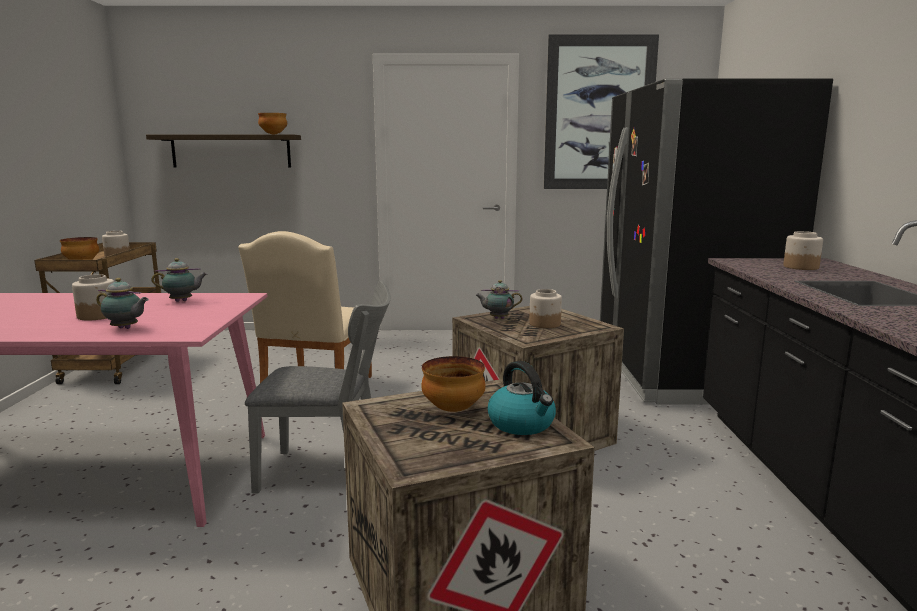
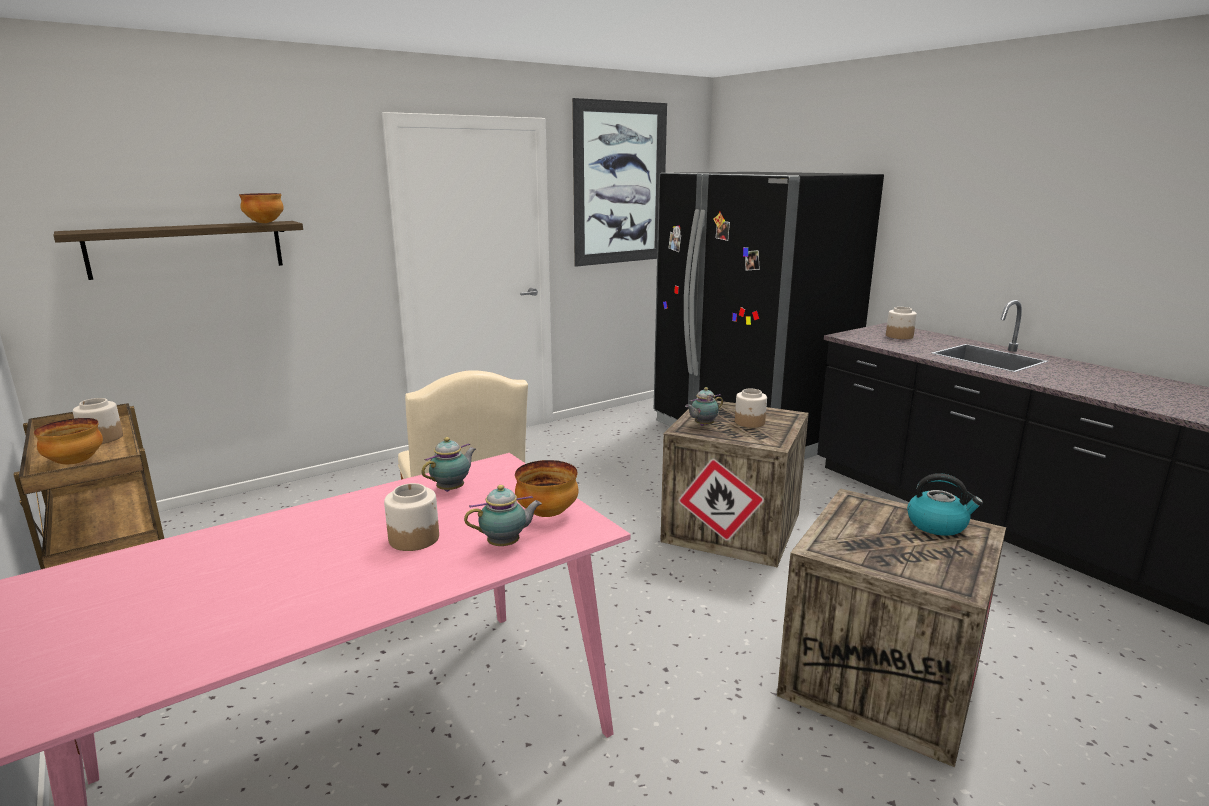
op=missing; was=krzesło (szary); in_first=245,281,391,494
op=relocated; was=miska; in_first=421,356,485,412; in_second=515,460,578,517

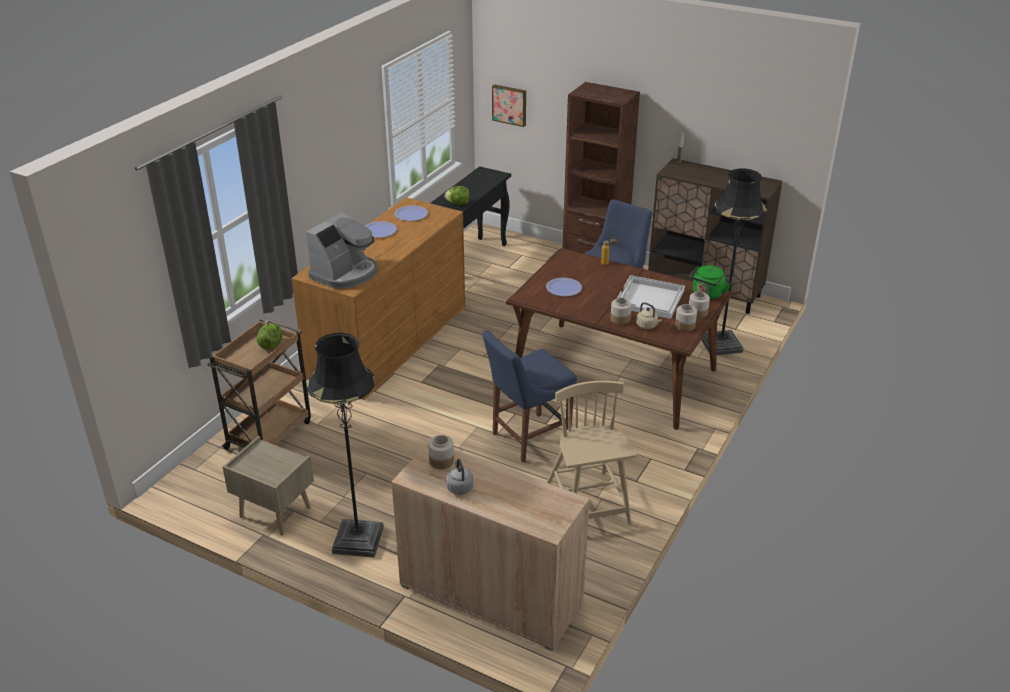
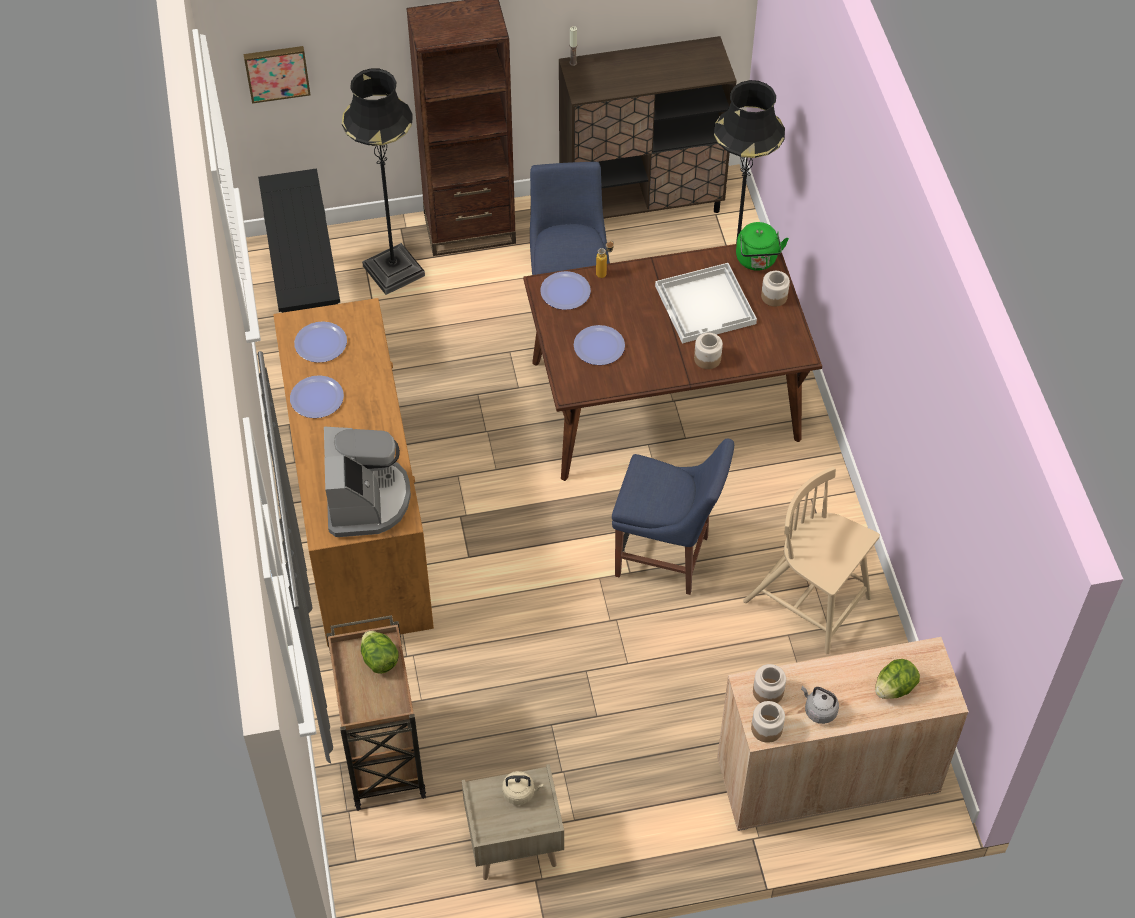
op=appeared; now=talerz; in_second=540,271,591,310
op=relocated; was=lampa stojąca (czarny); in_first=307,333,384,558; in_second=342,69,425,295
op=relocated; was=sałata; in_first=444,186,470,205; in_second=875,659,920,699
op=relocated; was=czajnik (beżowy); in_first=636,302,662,329; in_second=502,771,544,805
op=relocated; was=słoik; in_first=675,304,697,331; in_second=751,701,785,743
op=spun; was=krzesło (niebieski); in_first=482,330,577,462; in_second=612,438,734,595; clockwise=-90

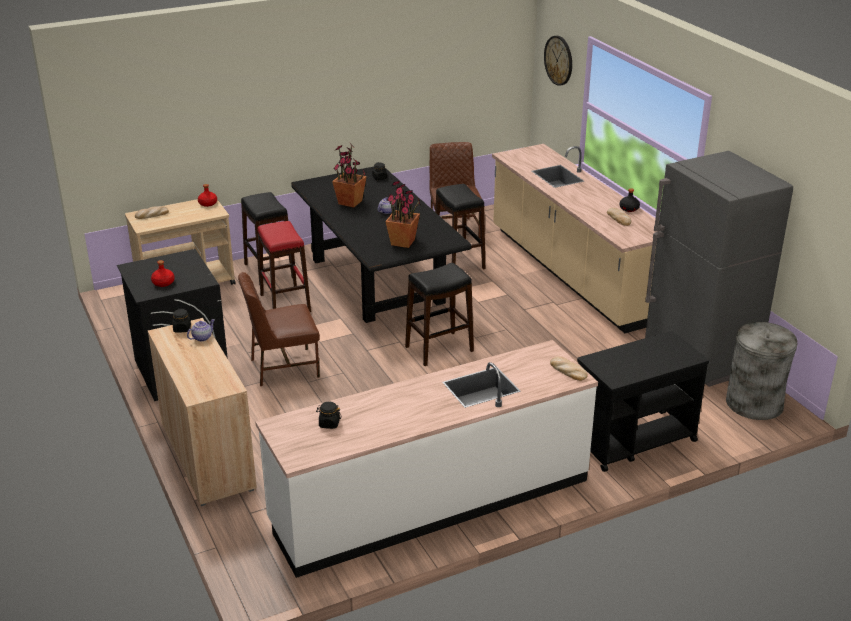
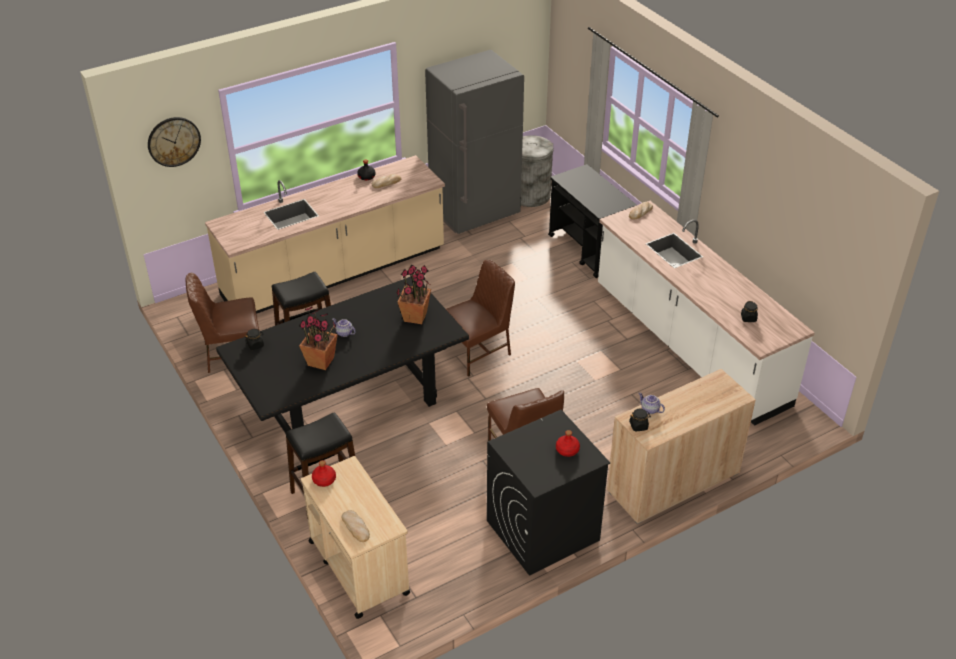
op=missing; was=stołek (czerwony); in_first=257,221,311,312
op=exchanged; was=stołek (czarny); now=krzesło (brązowy); in_first=405,263,474,366; in_second=446,260,515,377

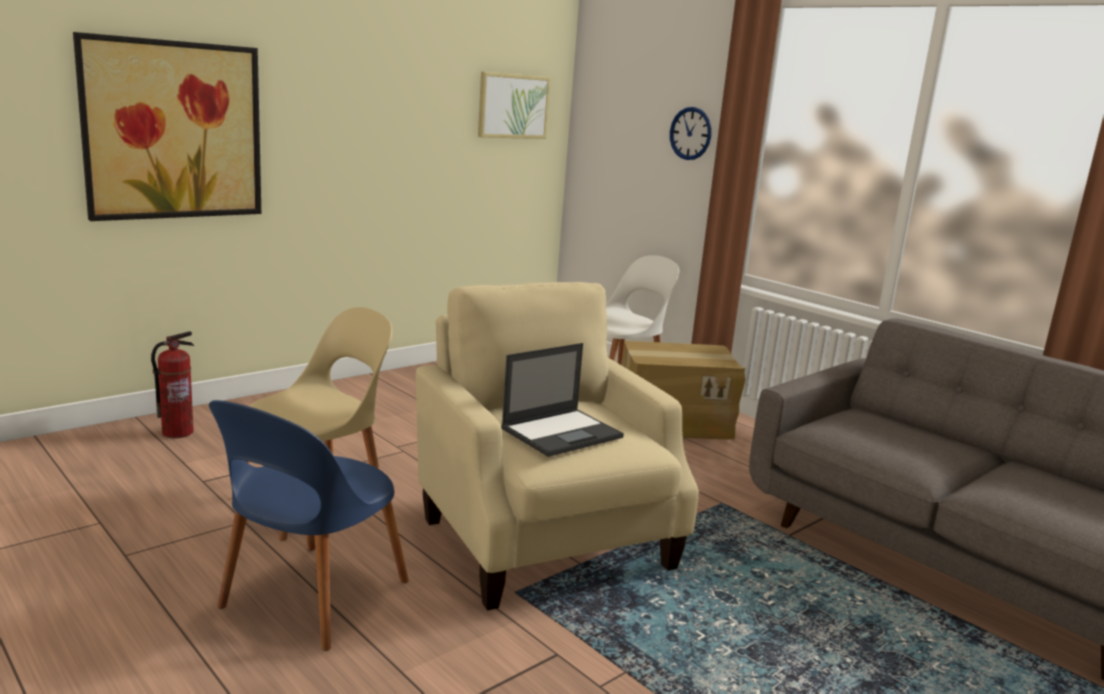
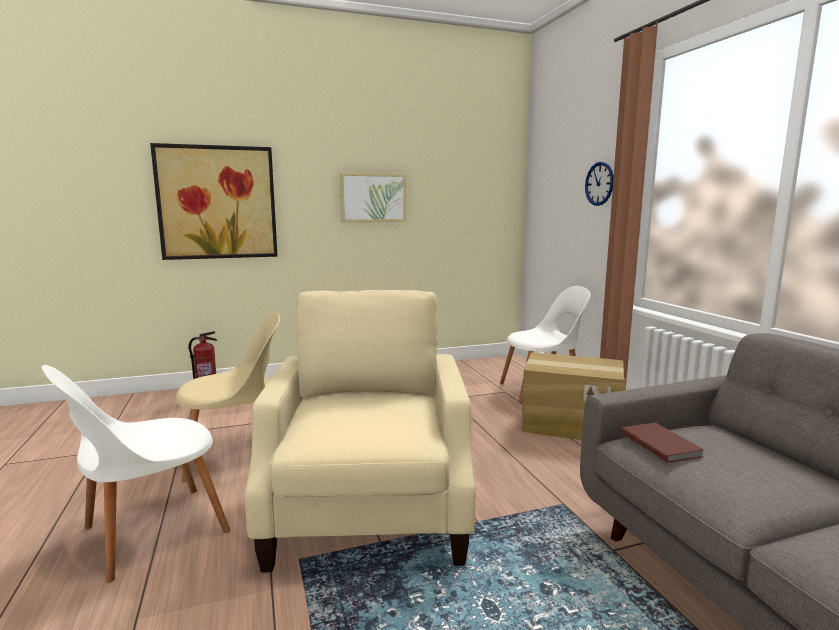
op=missing; was=laptop; in_first=501,343,624,457
op=appeared; now=książka (brązowy); in_second=621,423,704,463
op=relocated; was=obraz; in_first=478,72,550,139; in_second=340,173,406,222
op=colour; was=krzesło (niebieski); now=krzesło (biały); in_first=209,400,409,651; in_second=42,365,230,583

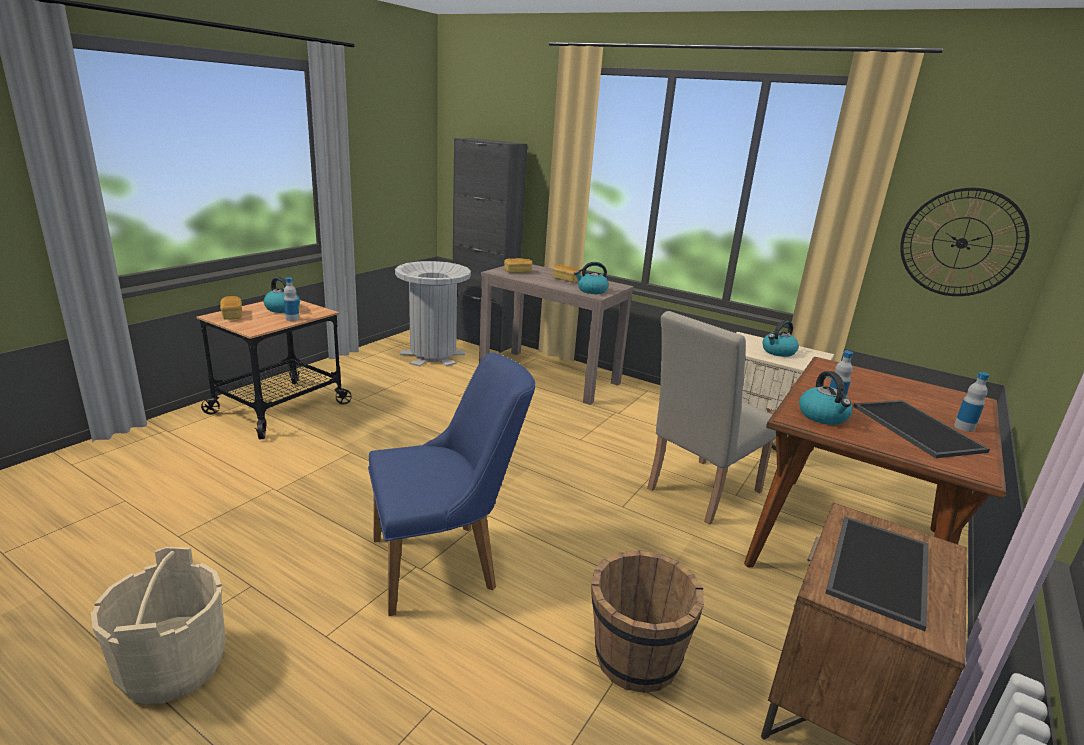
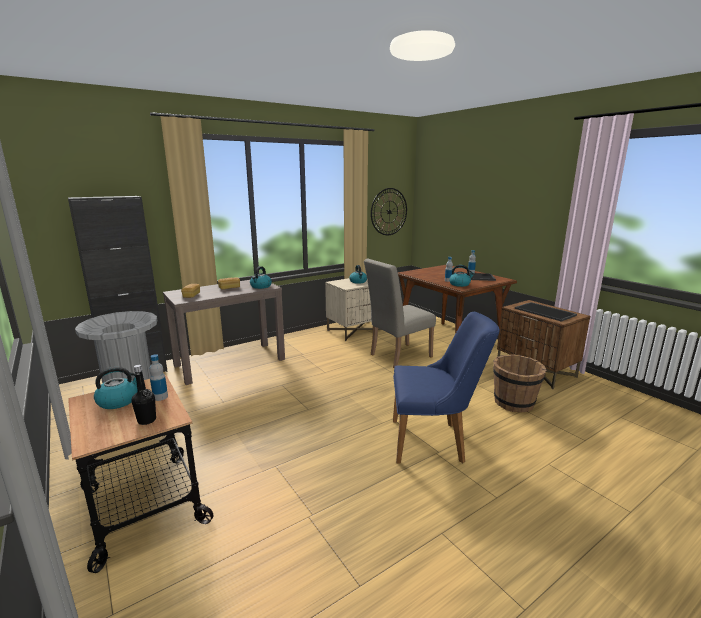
op=missing; was=wiadro (beżowy); in_first=91,547,226,704
op=missing; was=chleb; in_first=220,296,242,320
op=appeared; now=butelka (czarny); in_second=132,365,156,425
op=spun; was=krzesło (niebieski); in_first=368,352,535,616; in_second=393,312,500,464; clockwise=90
op=spun; was=krzesło (beżowy); in_first=647,311,776,525; in_second=364,259,436,368; clockwise=75

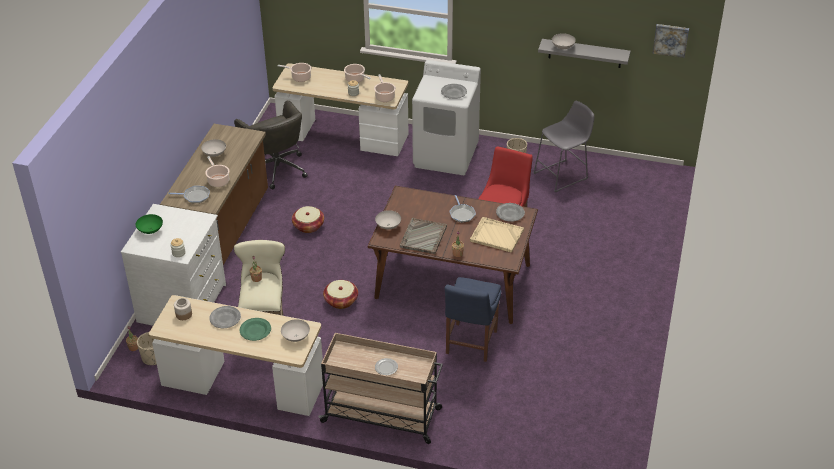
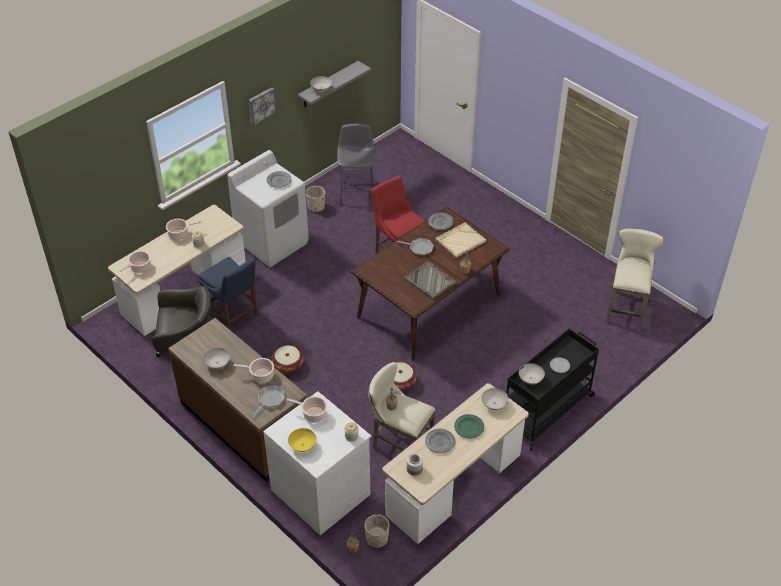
op=appeared; now=stołek (beżowy); in_second=606,229,664,329
op=relocated; was=garnek; in_first=374,74,396,102; in_second=286,396,327,423
op=relocated; was=miska (biały); in_first=375,210,401,230; in_second=519,363,545,384
op=relocated; was=krzesło (niebieski); in_first=445,277,502,362; in_second=198,257,259,331
op=relocated; was=obraz; in_first=653,24,689,58; in_second=249,87,276,126
op=colour; was=miska (zielony); now=miska (żółty); in_first=136,214,163,234; in_second=288,428,317,452
op=colour; was=wózek (beżowy); now=wózek (czarny); in_first=318,333,443,444; in_second=506,329,599,451

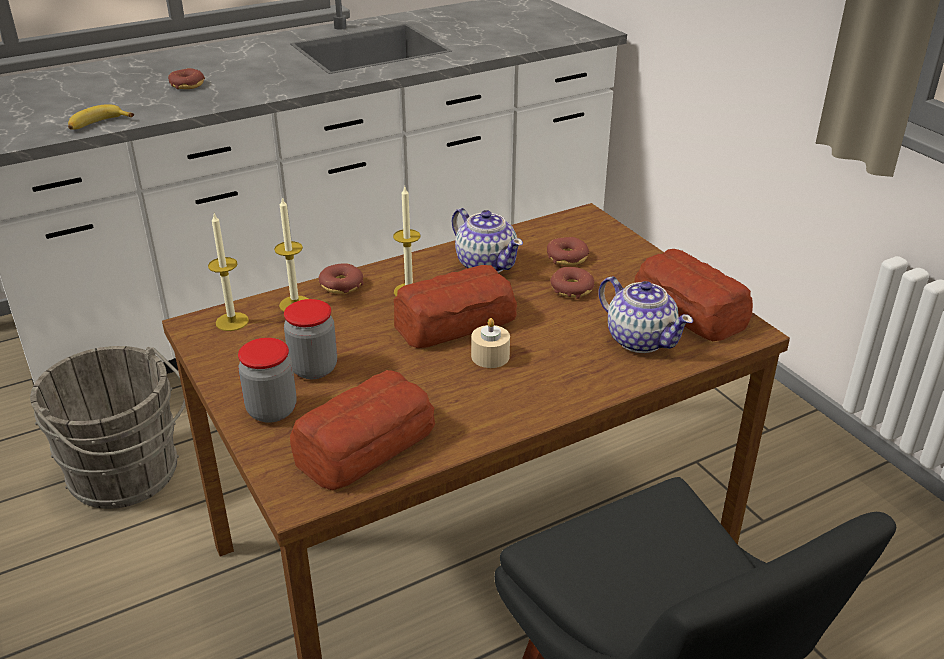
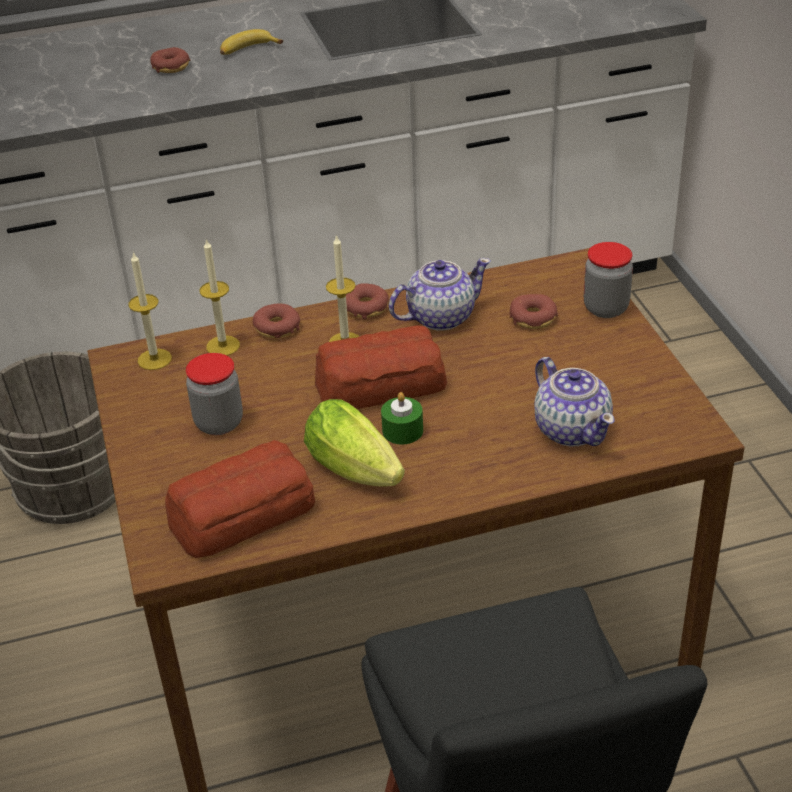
op=missing; was=chleb; in_first=634,249,753,341
op=appeared; now=sałata; in_second=304,399,405,487
op=relocated; was=banan; in_first=68,104,134,130; in_second=220,29,283,55
op=relocated; was=słoik; in_first=238,338,296,423; in_second=584,242,633,318
op=relocated; was=donut; in_first=551,267,594,299; in_second=346,283,389,320
op=colour; was=świeca (beżowy); now=świeca (zielony); in_first=471,318,510,368; in_second=381,392,423,445
op=spun; was=imbryk; in_first=452,208,523,273; in_second=389,258,491,330; clockwise=-90

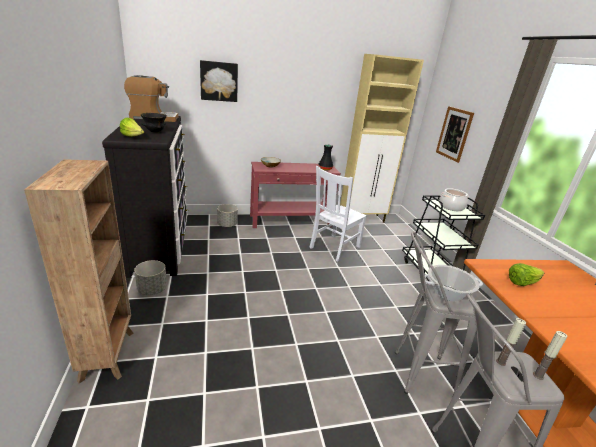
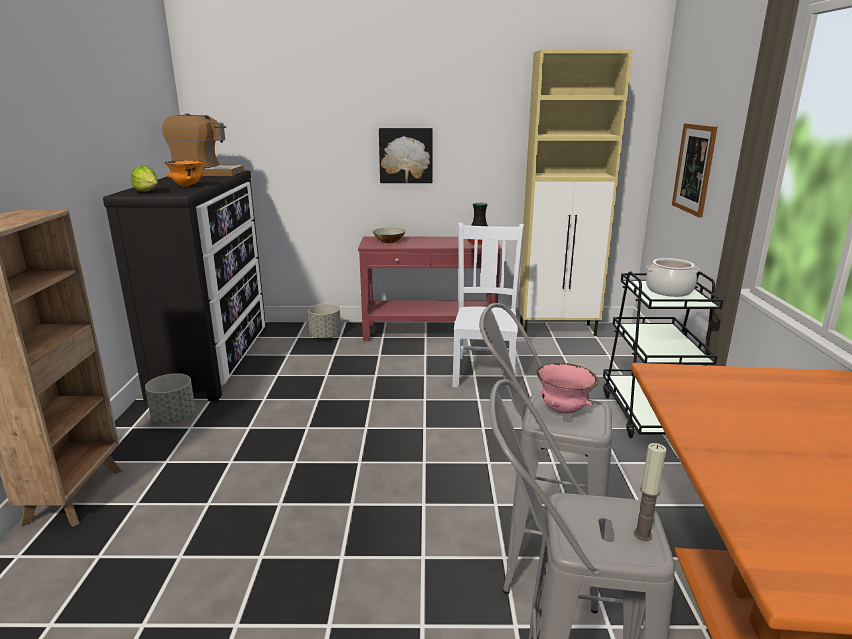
op=missing; was=świeca; in_first=496,318,526,366
op=missing; was=sałata; in_first=509,263,544,286
op=relocated; was=obraz; in_first=200,60,238,102; in_second=379,128,433,183
op=exchanged; was=garnek; now=miska (różowy); in_first=425,265,483,301; in_second=537,363,599,414
op=colour; was=miska (czarny); now=miska (pomarańczowy); in_first=140,113,167,132; in_second=165,160,203,187
op=spun; was=krzesło (biały); in_first=309,166,367,262; in_second=452,223,524,388; clockwise=135

